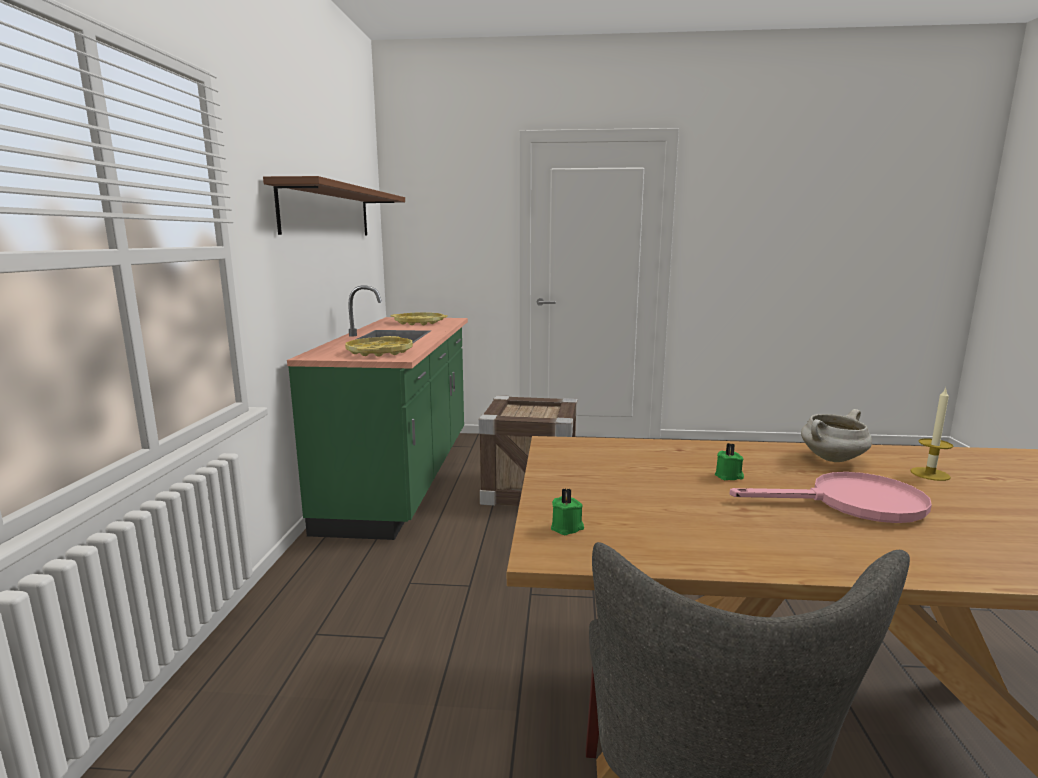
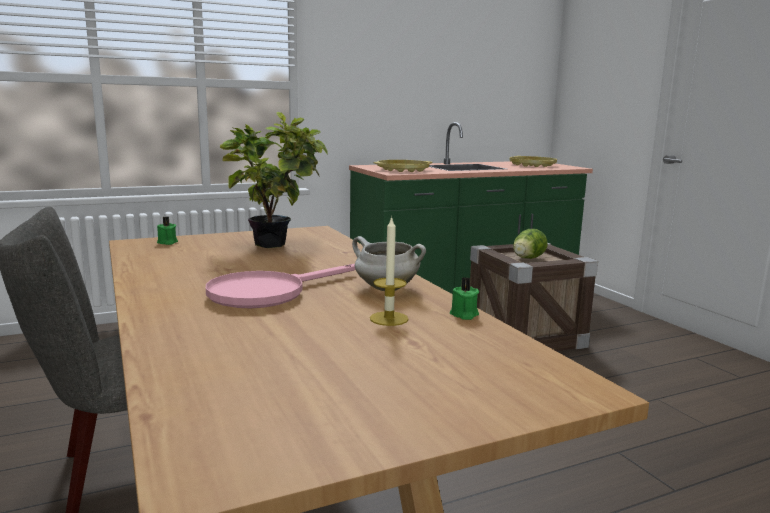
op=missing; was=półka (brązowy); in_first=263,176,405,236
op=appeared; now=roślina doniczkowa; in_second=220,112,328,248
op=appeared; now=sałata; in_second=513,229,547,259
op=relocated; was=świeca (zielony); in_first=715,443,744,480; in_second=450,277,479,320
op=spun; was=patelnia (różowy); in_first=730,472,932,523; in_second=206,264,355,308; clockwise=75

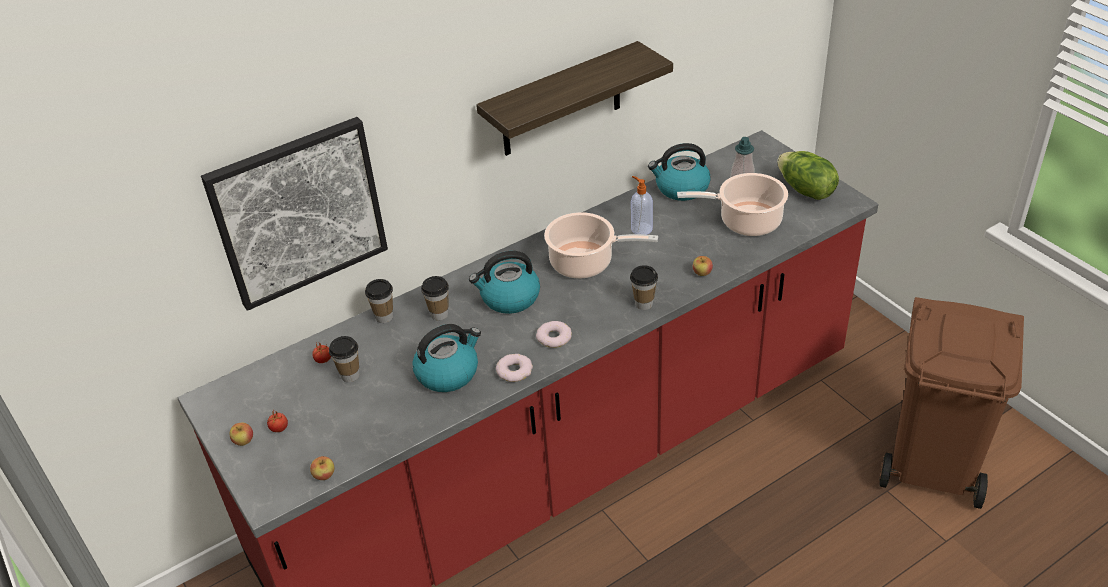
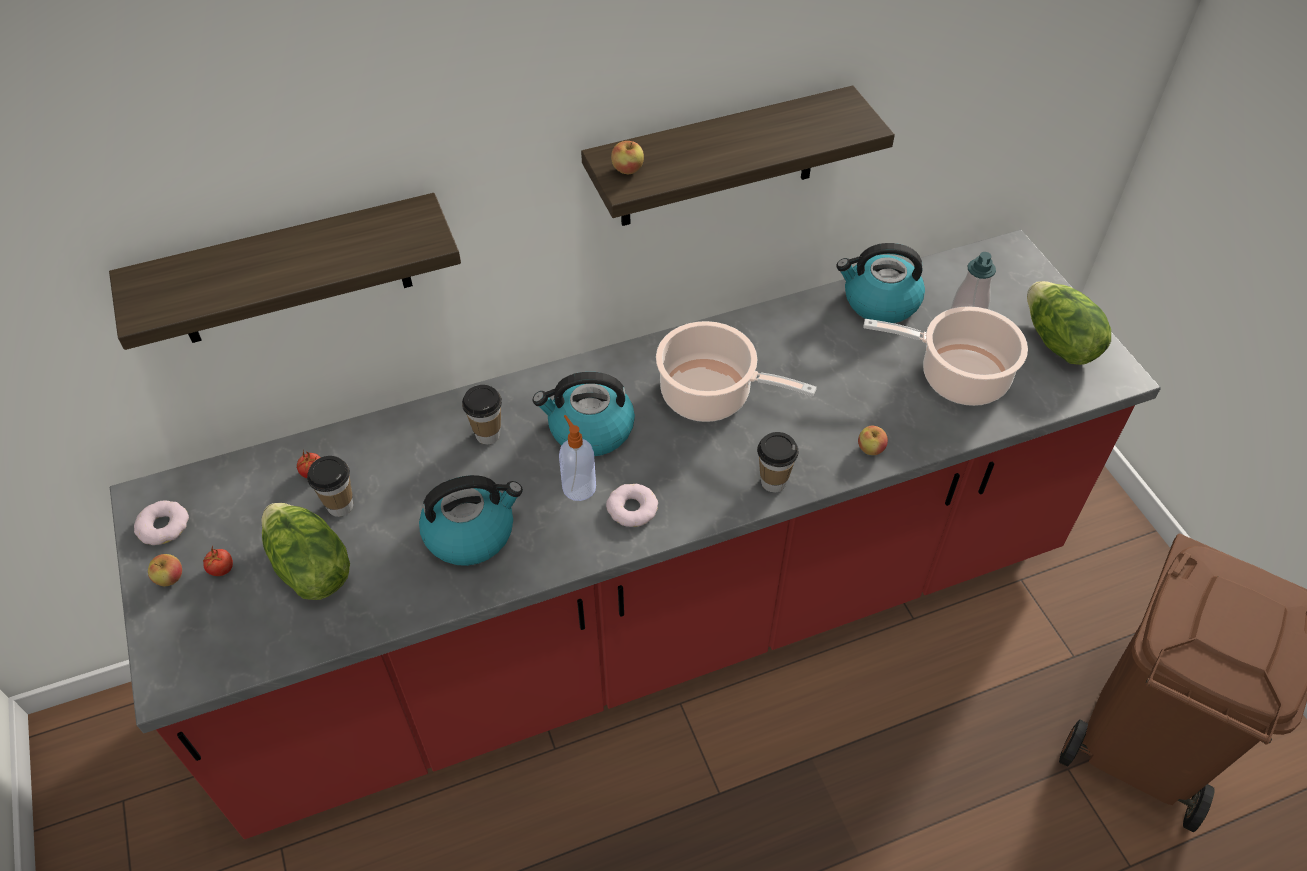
op=missing; was=filiżanka; in_first=365,279,393,323
op=appeared; now=sałata; in_second=261,503,350,600
op=relocated; was=jabłko; in_first=310,456,334,480; in_second=611,141,644,174
op=relocated; was=donut; in_first=496,354,533,382; in_second=134,501,189,545
op=relocated; was=dozownik mydła; in_first=631,176,653,235; in_second=559,415,596,501
op=exchanged; was=obraz; now=półka; in_first=201,117,388,311; in_second=109,193,461,350

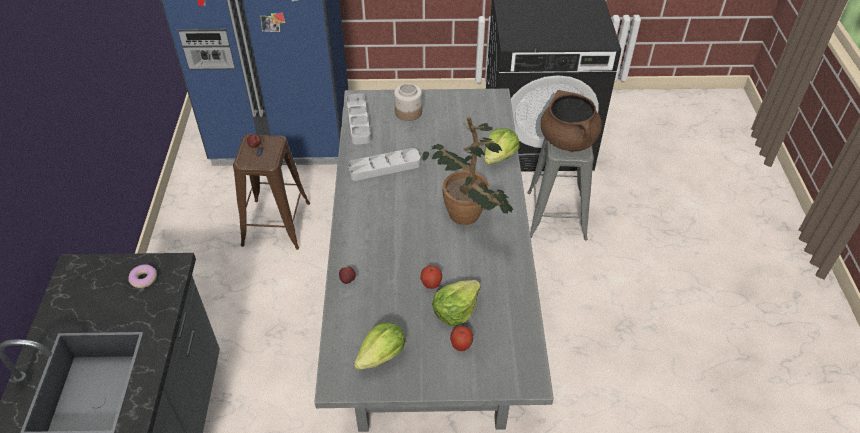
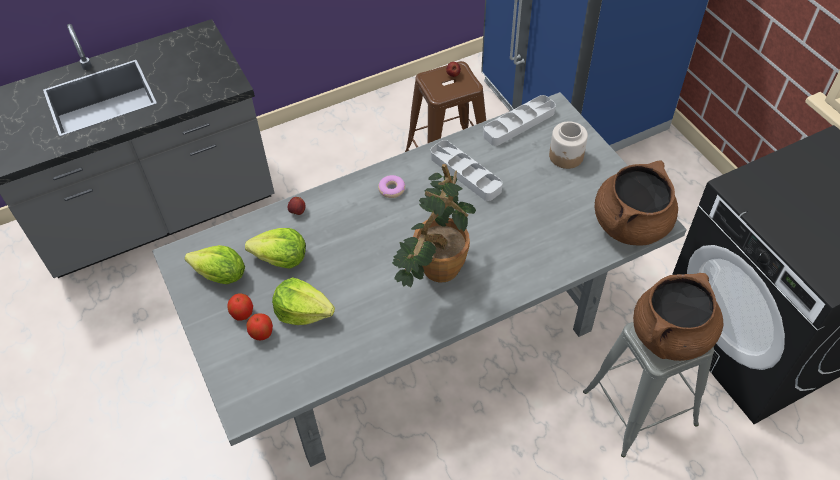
op=appeared; now=garnek (brązowy); in_second=594,160,678,246
op=relocated; was=donut; in_first=128,264,157,288; in_second=378,175,405,198
op=relocated; was=jabłko; in_first=420,265,442,289; in_second=227,294,253,321
op=relocated; was=sałata; in_first=484,128,520,164; in_second=245,228,306,269

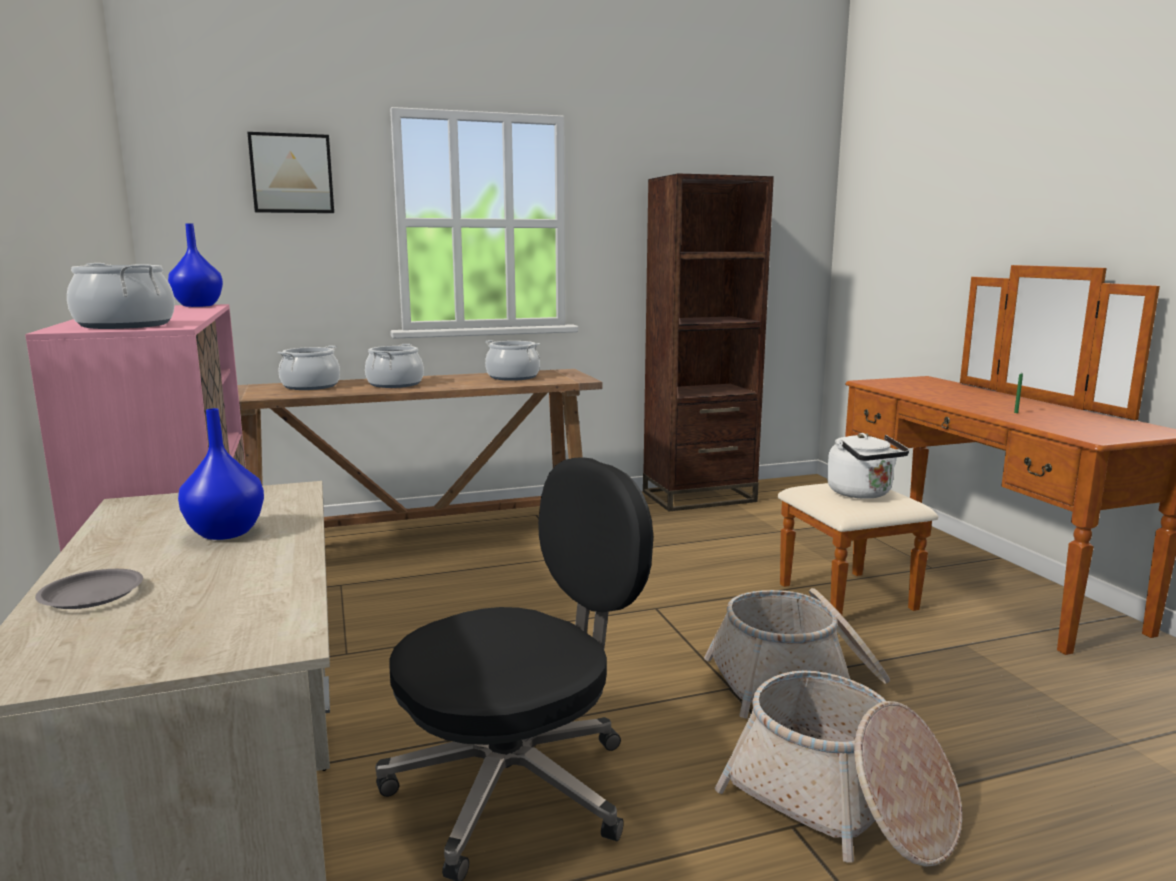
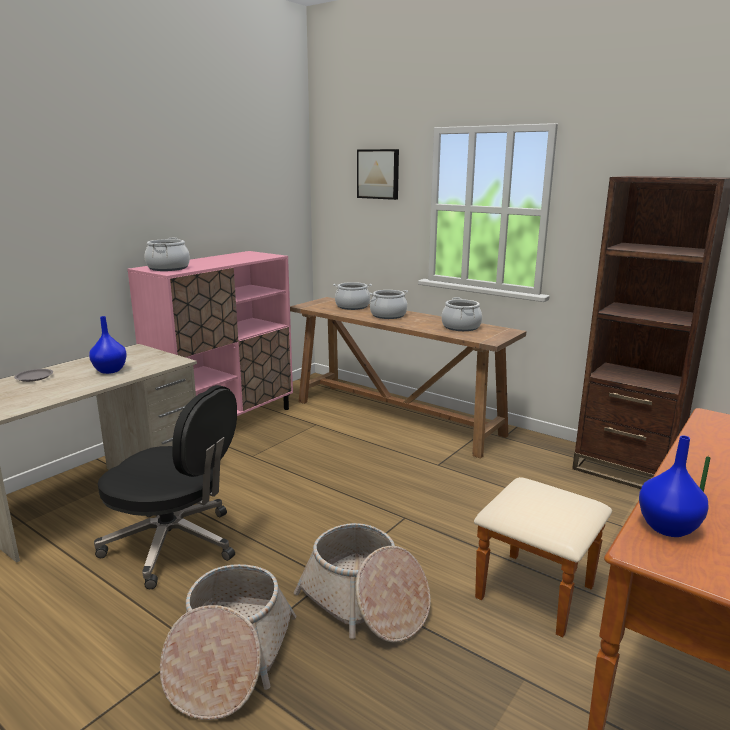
op=missing; was=czajnik (biały); in_first=827,433,909,499
op=relocated; was=wazon (niebieski); in_first=168,223,223,307; in_second=639,436,709,537

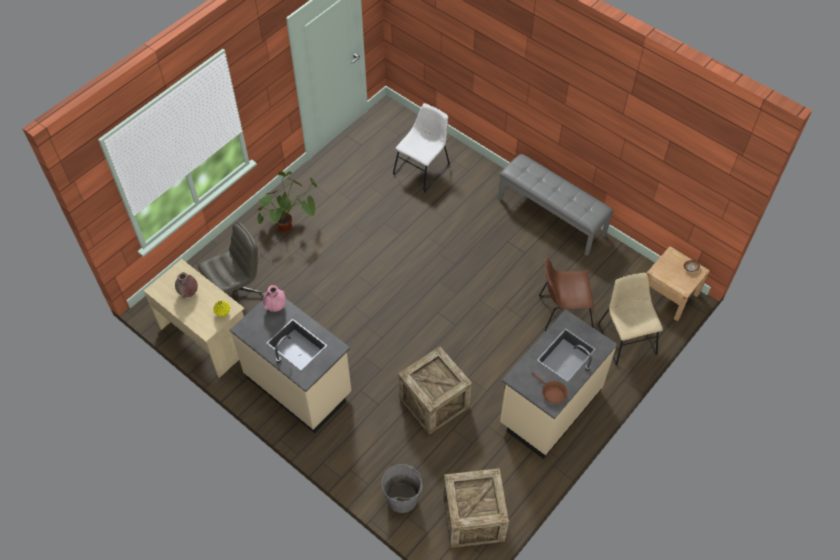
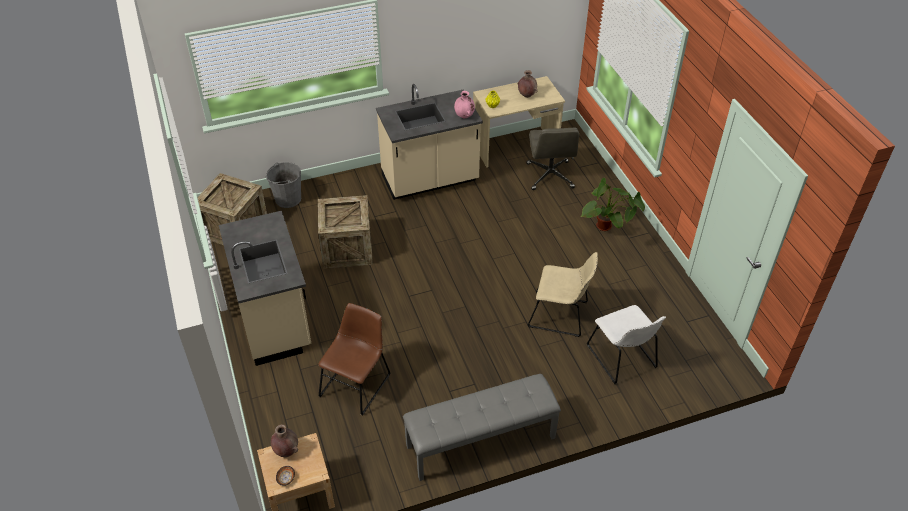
op=missing; was=patelnia (brązowy); in_first=532,372,568,404
op=appeared; now=wazon (brązowy); in_second=271,424,298,457
op=relocated; was=krzesło (beżowy); in_first=598,273,663,365; in_second=528,252,598,337

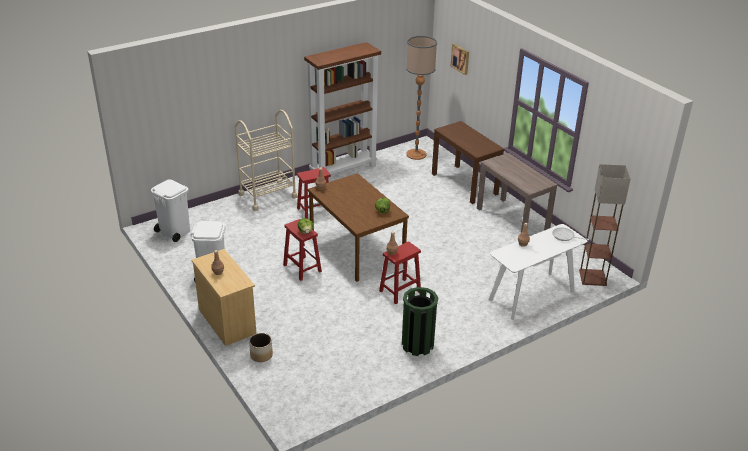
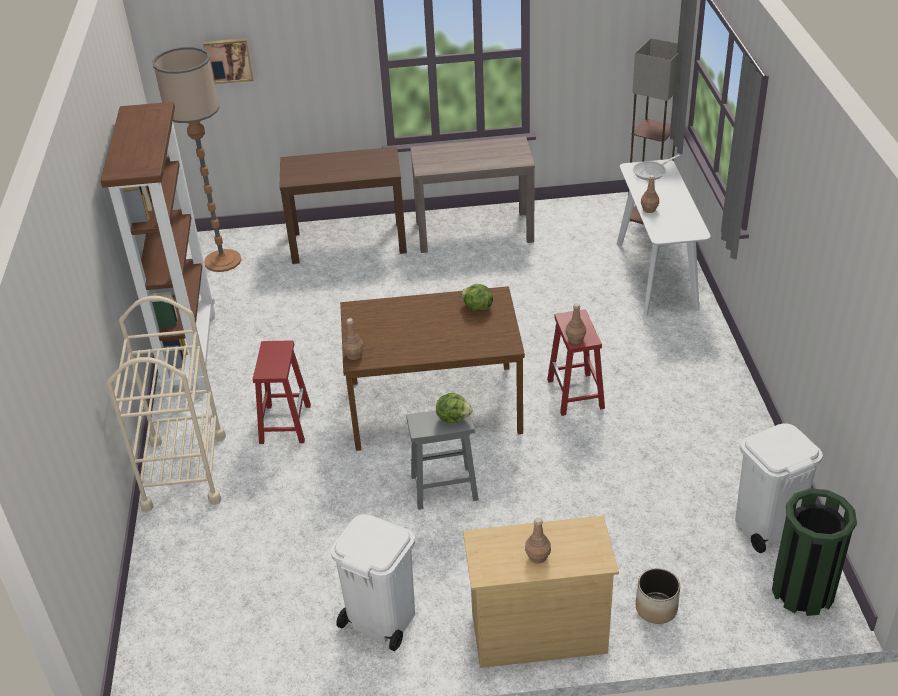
op=relocated; was=kosz na śmieci (biały); in_first=151,179,190,242; in_second=735,423,823,553
op=relocated; was=kosz na śmieci (zielony); in_first=402,287,438,356; in_second=772,488,857,616
op=colour; was=stołek (czerwony); now=stołek (szary); in_first=283,219,322,281; in_second=406,411,479,510

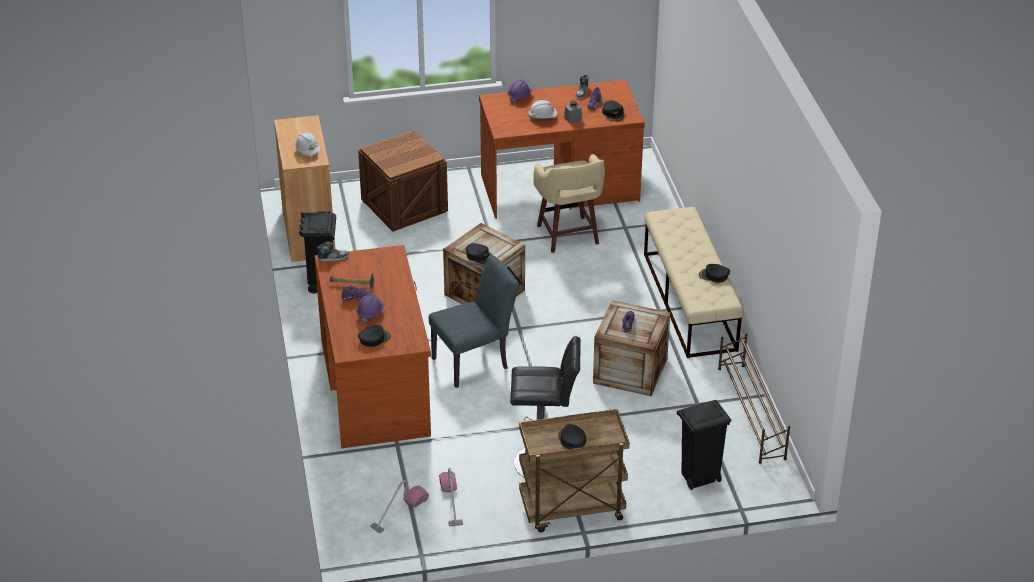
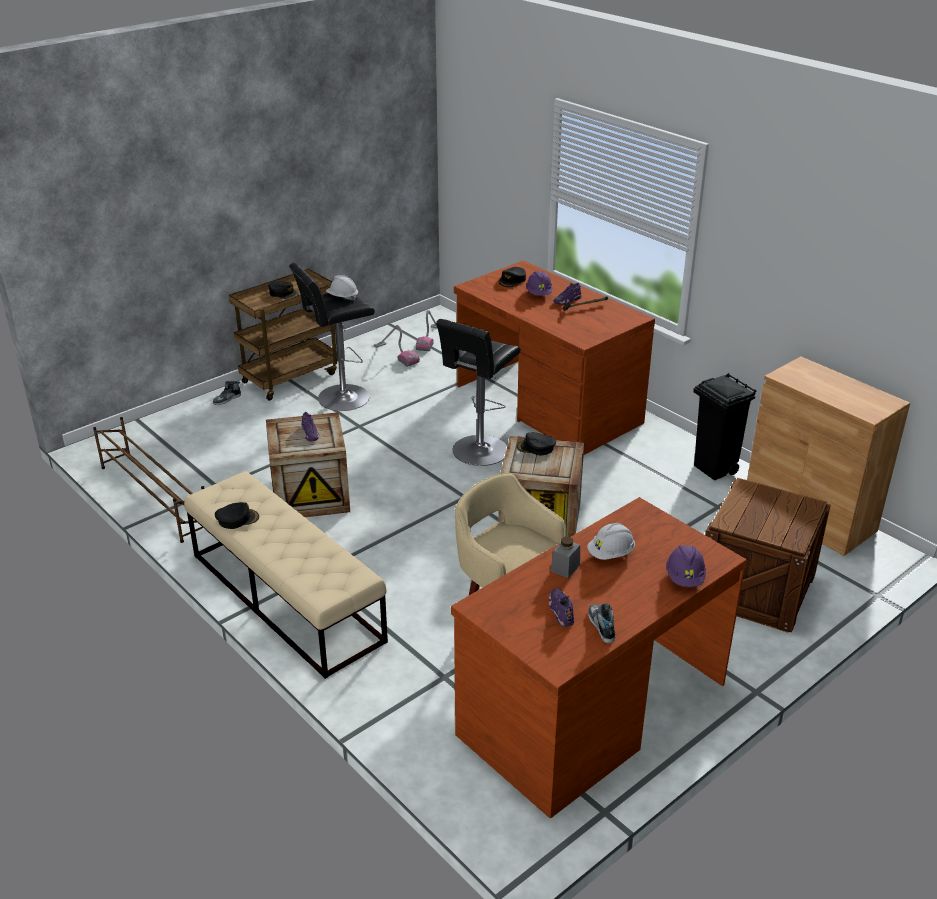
op=missing; was=czapka z daszkiem (czarny); in_first=602,101,624,122
op=missing; was=kosz na śmieci (czarny); in_first=677,400,731,490
op=relocated; was=kask (biały); in_first=295,132,320,155; in_second=326,275,358,301
op=relocated; was=but; in_first=317,241,349,261; in_second=213,381,241,405
op=exchanged; was=krzesło (szary); now=stołek (czarny); in_first=429,255,520,388; in_second=436,319,521,466

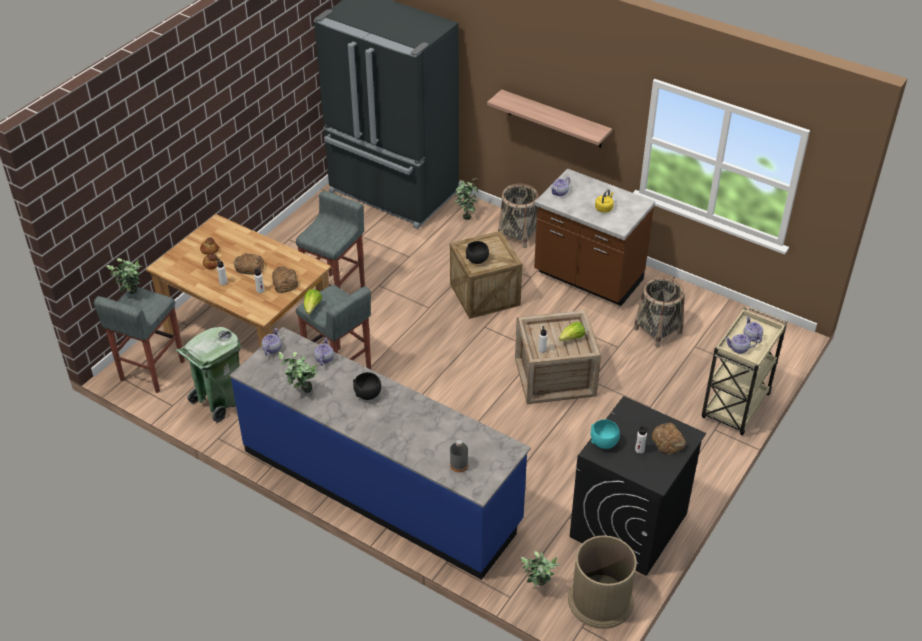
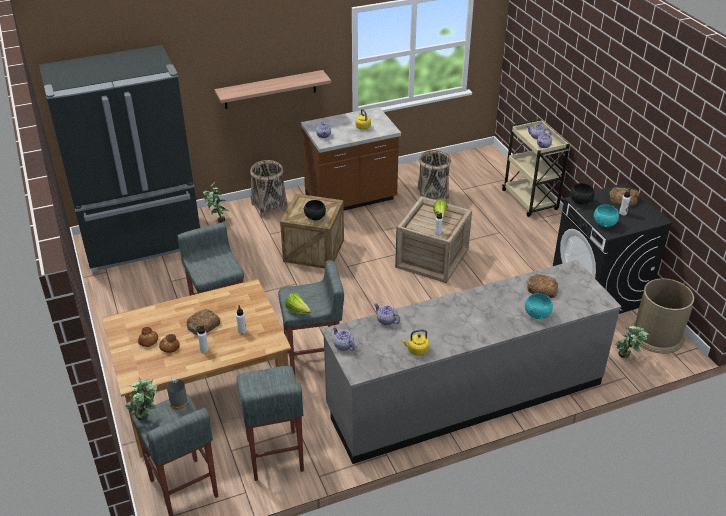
op=appeared; now=miska (turkusowy); in_second=525,293,553,320
op=relocated; was=chleb; in_first=272,267,298,293; in_second=527,274,558,298
op=relocated; was=miska (czarny); in_first=353,372,381,400; in_second=570,183,594,205
op=relocated; was=butelka (szary); in_first=450,440,468,472; in_second=167,377,188,410
op=exchanged; was=kosz na śmieci (zielony); now=stołek (szary); in_first=176,327,241,423; in_second=237,366,304,481
op=exchanged; was=roślina doniczkowa; now=czajnik (żółty); in_first=279,351,318,393; in_second=402,329,430,356
op=colour; was=zabudowa kuchenna (niebieski); now=zabudowa kuchenna (szary); in_first=230,327,531,580; in_second=321,260,621,464

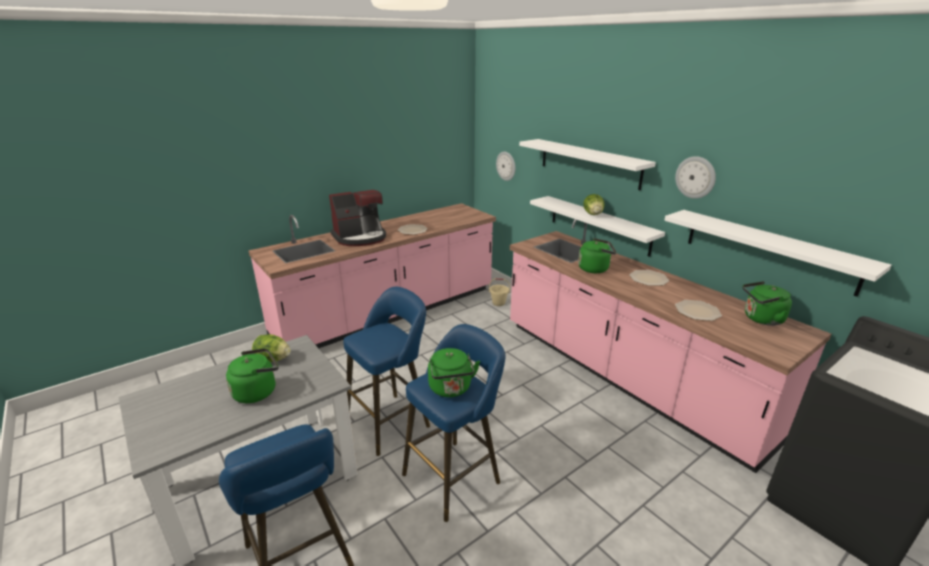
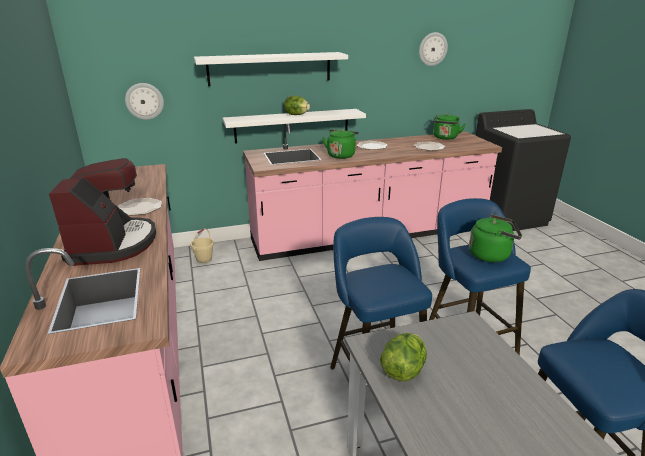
op=missing; was=czajnik (zielony); in_first=226,348,279,403
op=missing; was=półka (biały); in_first=664,210,892,297
op=relocated; was=zegar ścienny; in_first=675,156,716,199; in_second=419,32,448,66

